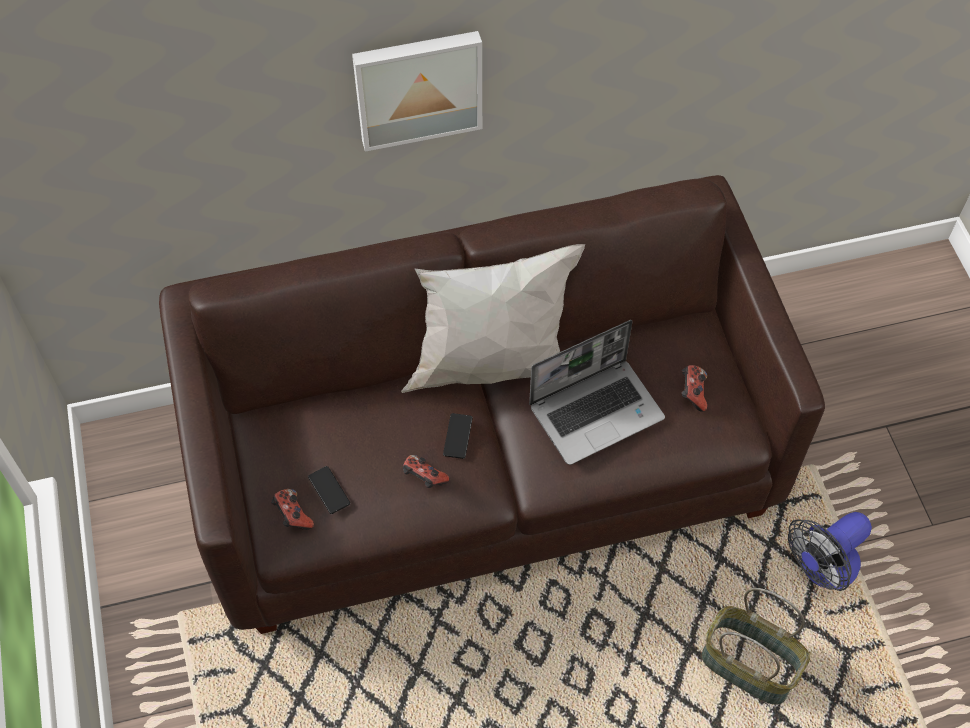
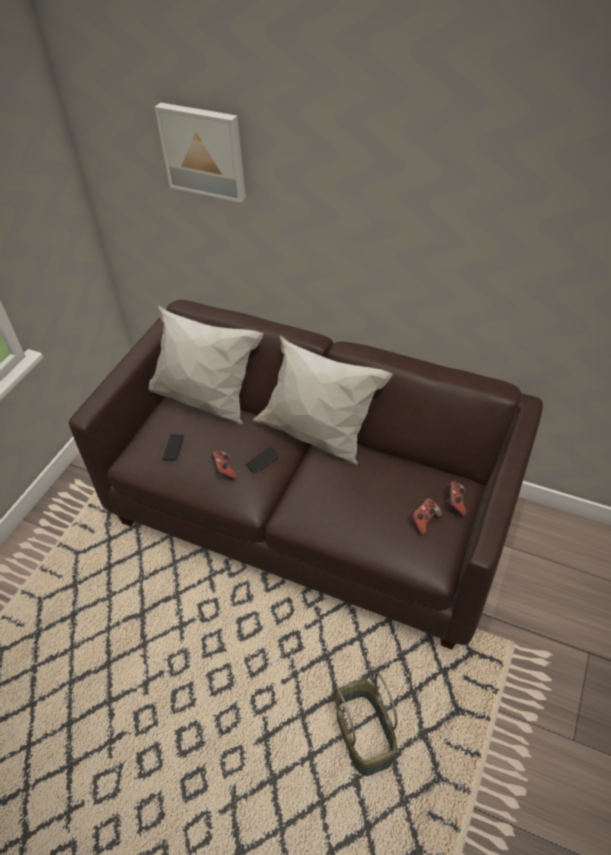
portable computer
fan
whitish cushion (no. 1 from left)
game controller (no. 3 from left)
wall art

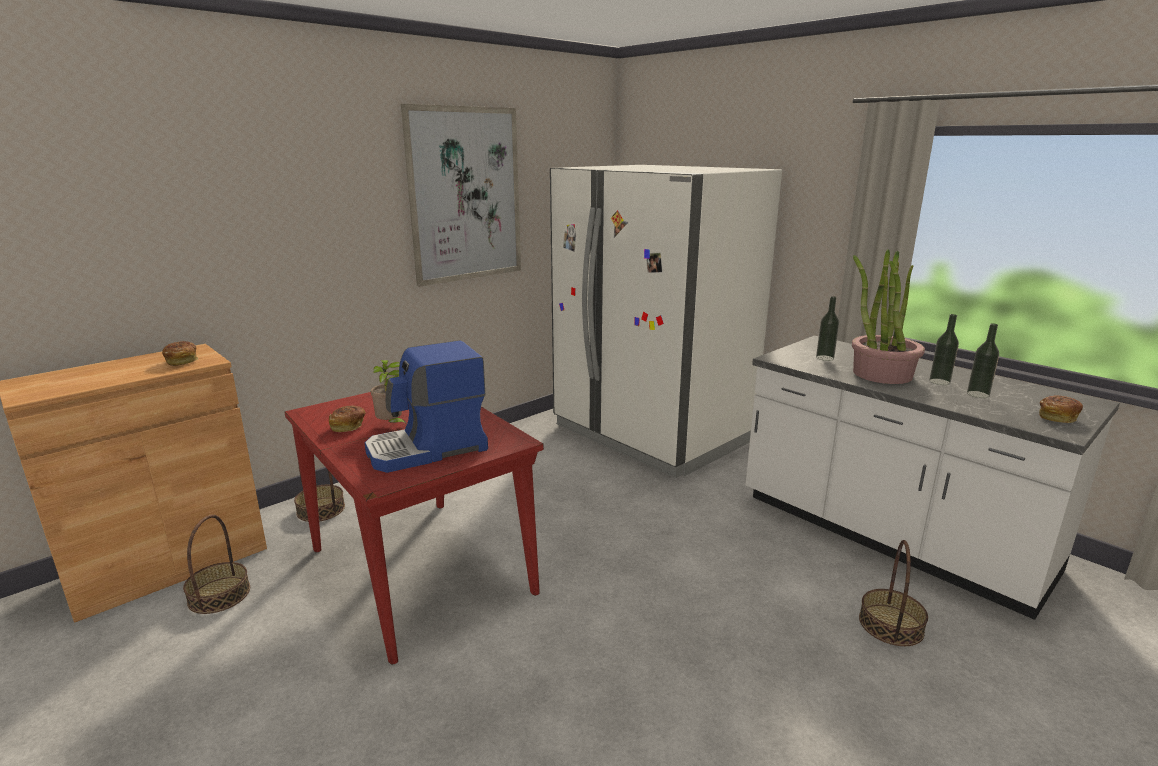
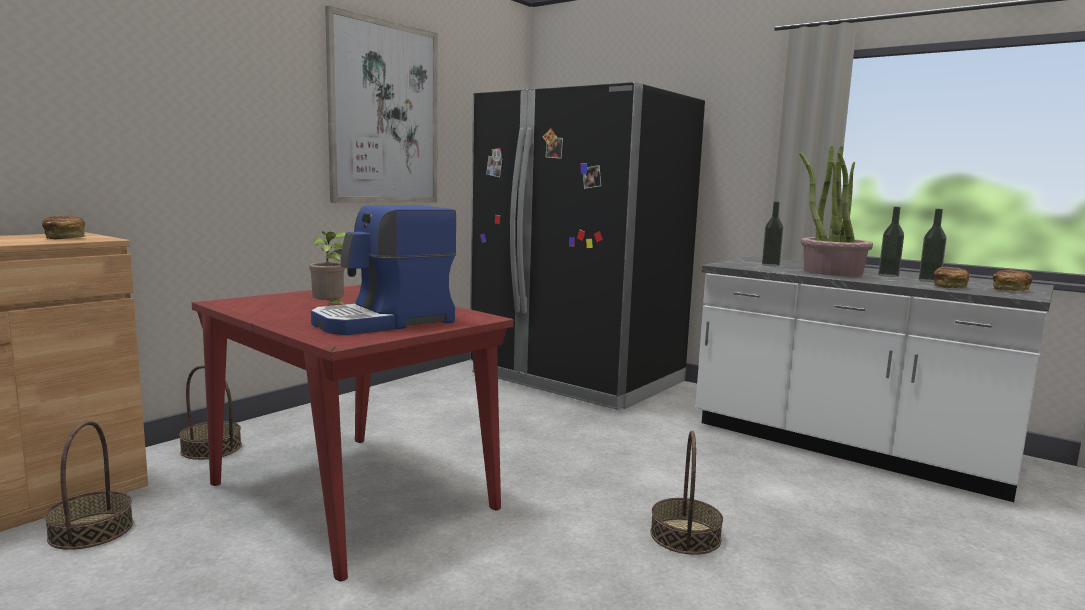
bread (no. 2 from left)
storage basket (no. 3 from left)
blackish refrigerator

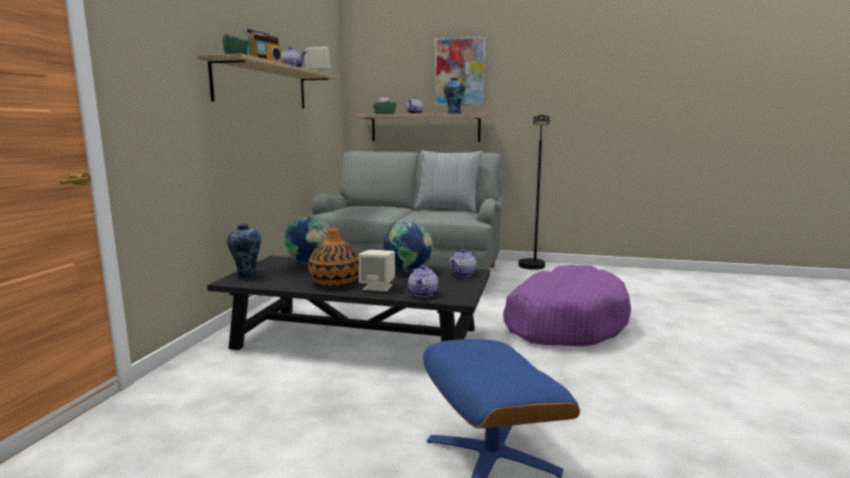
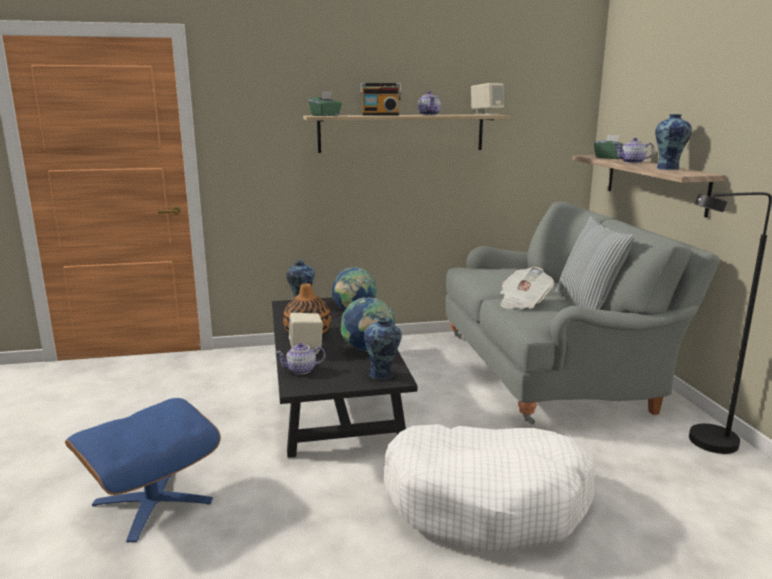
wall art
printed paper
flower vase (no. 3 from left)
whitish pet bed

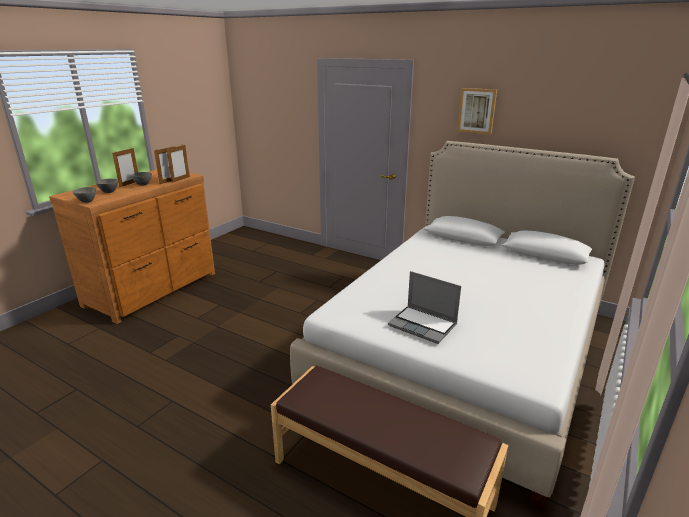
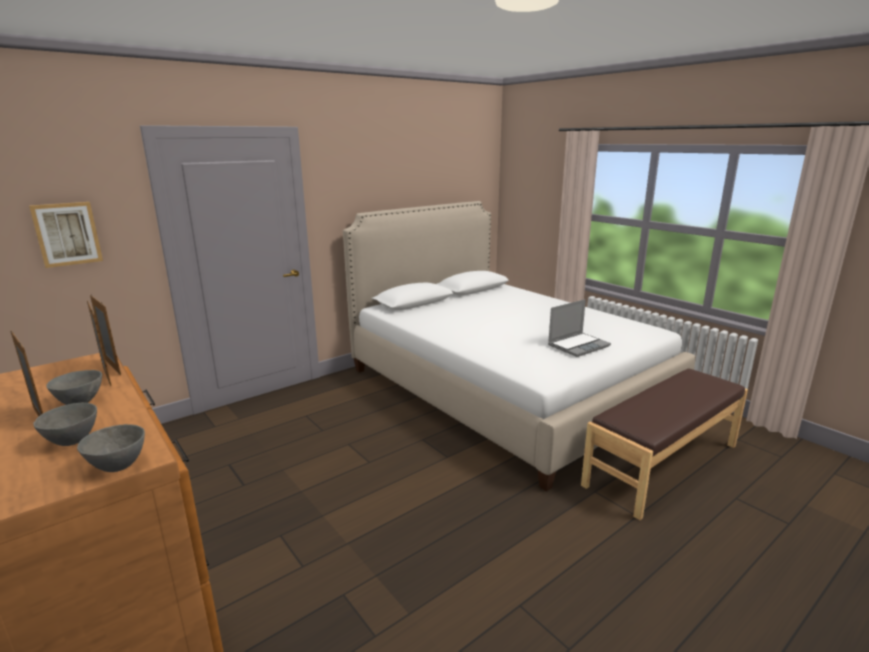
wall art

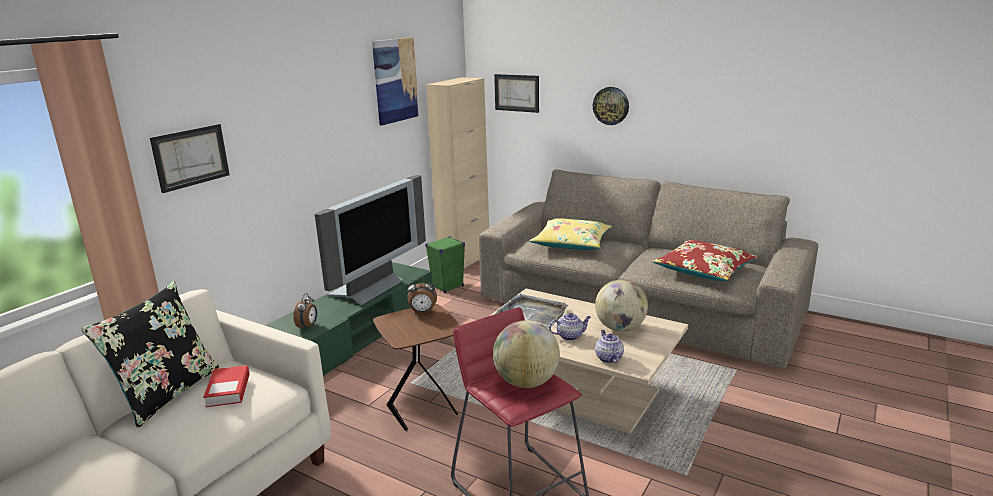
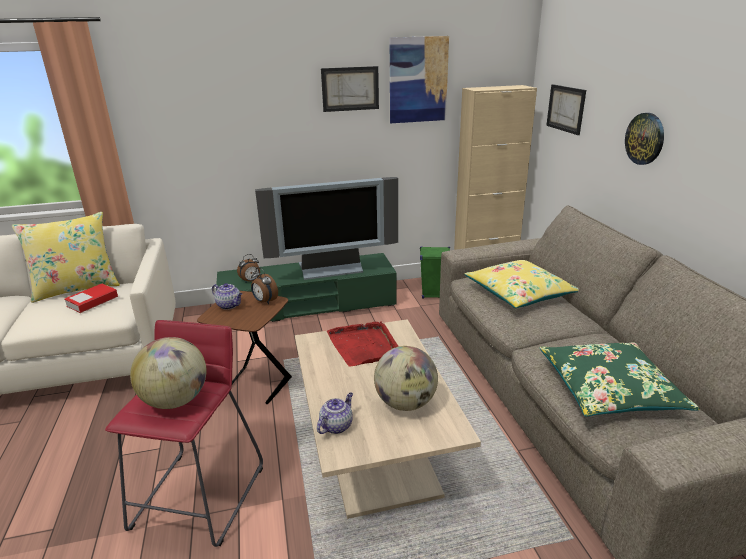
wall art (no. 1 from left)
tea pot (no. 1 from left)
yellowish cushion (no. 1 from left)
red carrying tray
green cushion

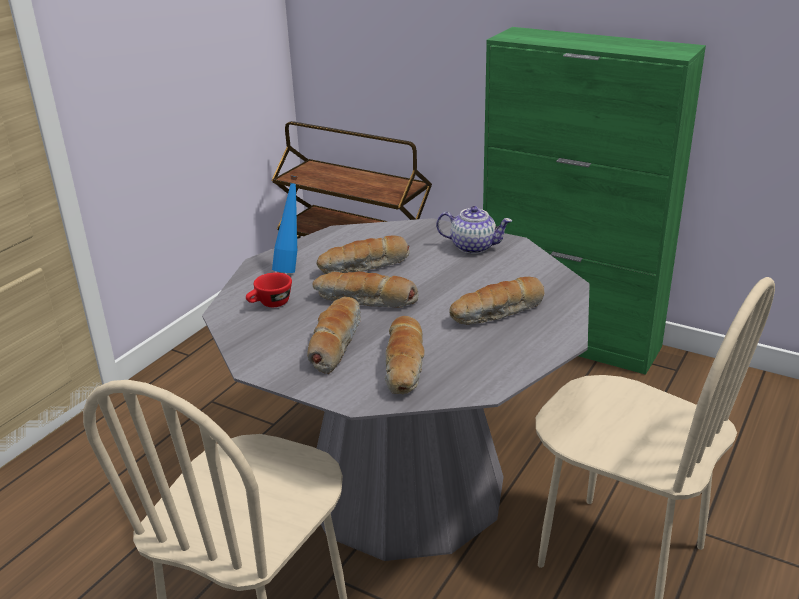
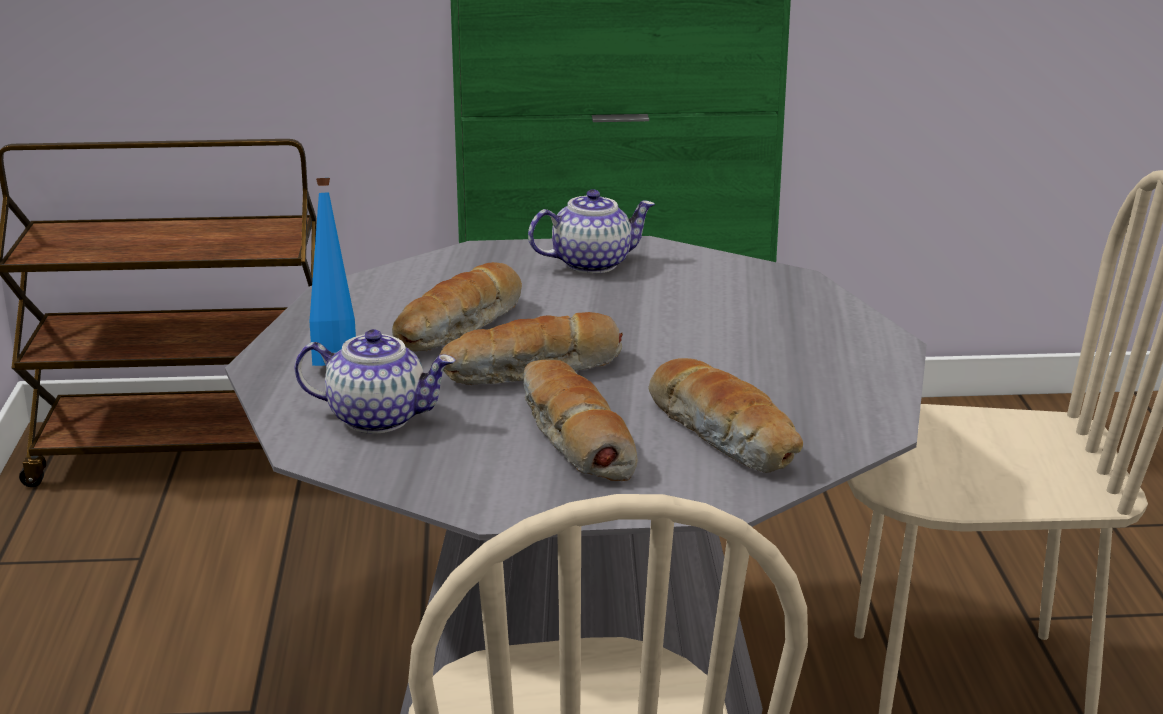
bread (no. 5 from left in the first image)
tea pot (no. 1 from left)

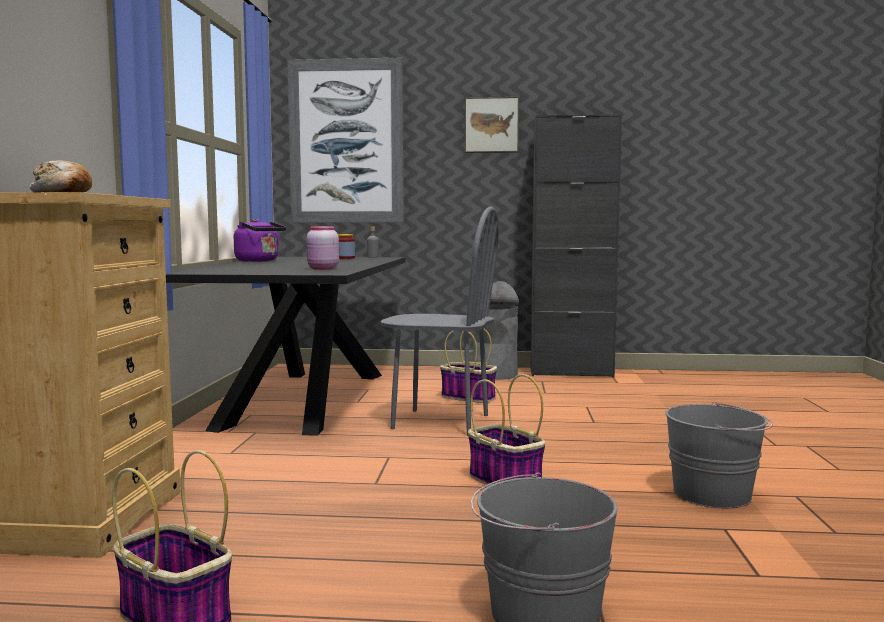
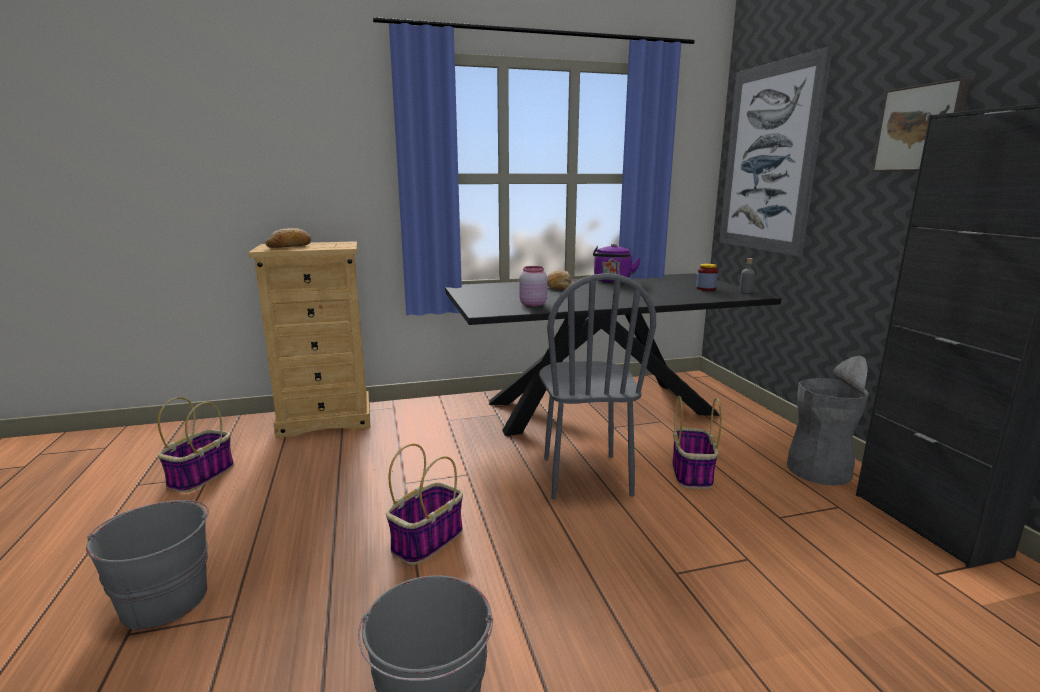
bread (no. 2 from left)

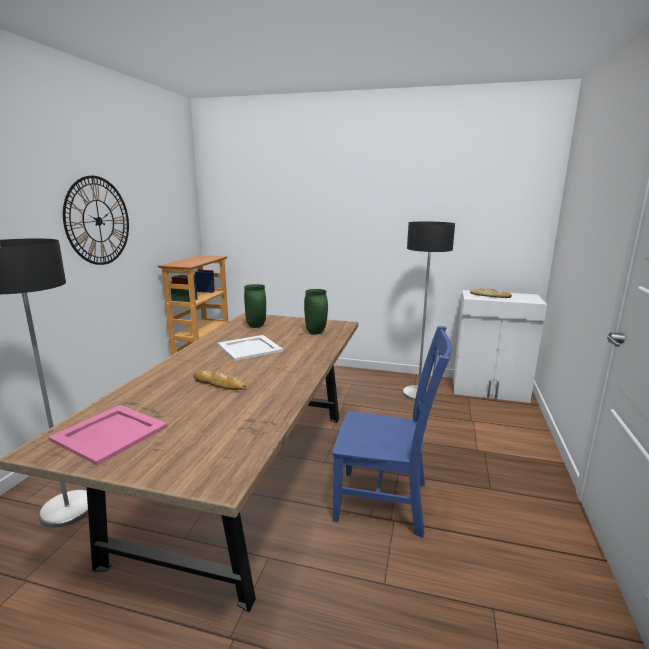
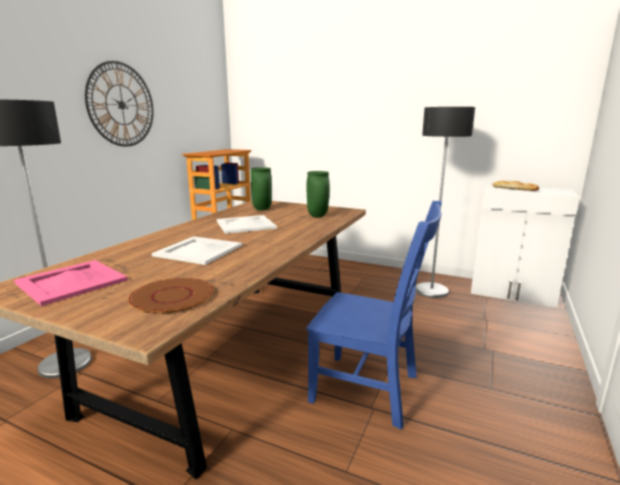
brown-coloured flat dish
whitish carrying tray (no. 1 from left)

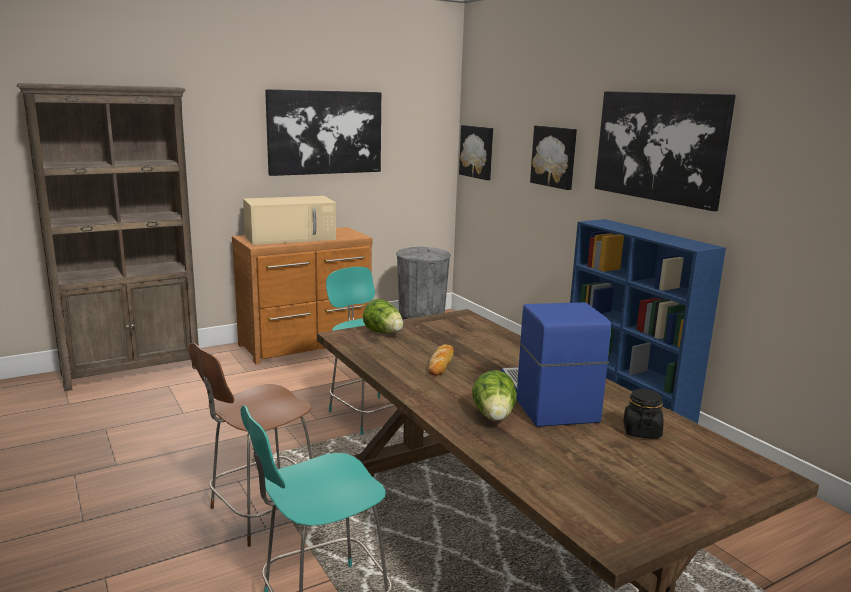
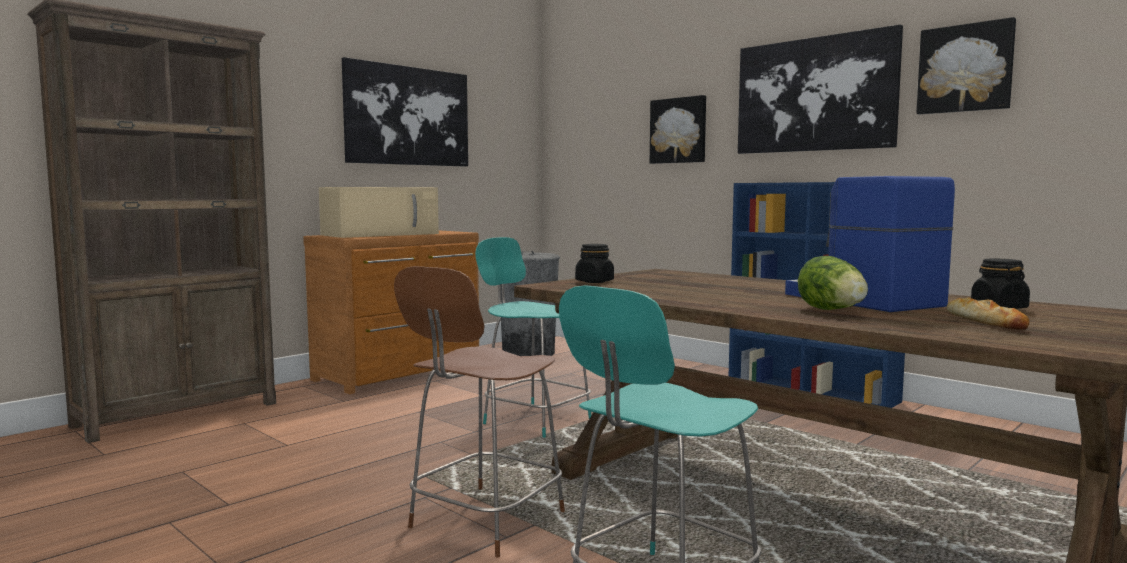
bread
wall art (no. 4 from left)
blackish preserve jar (no. 1 from left)

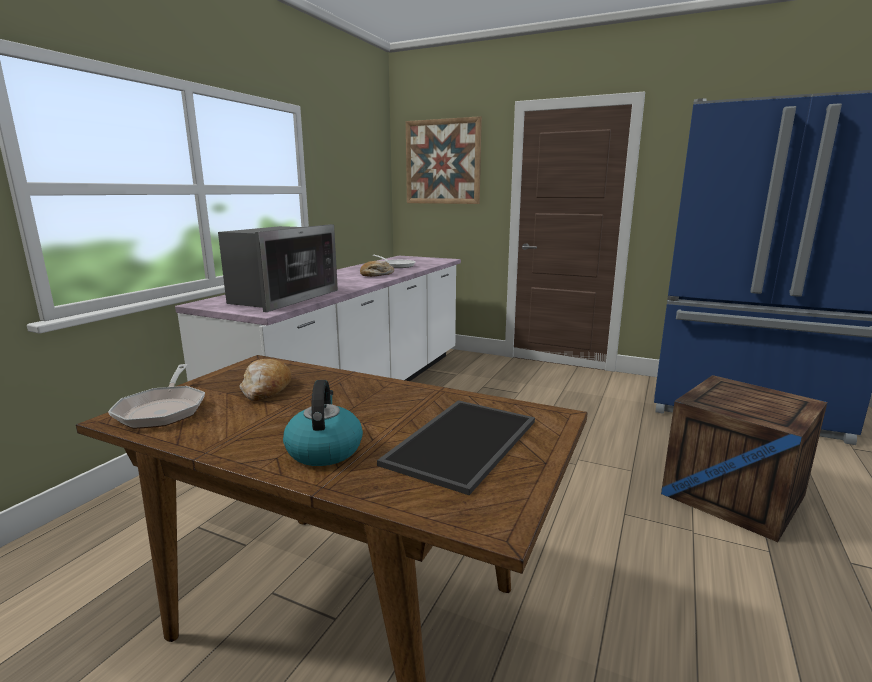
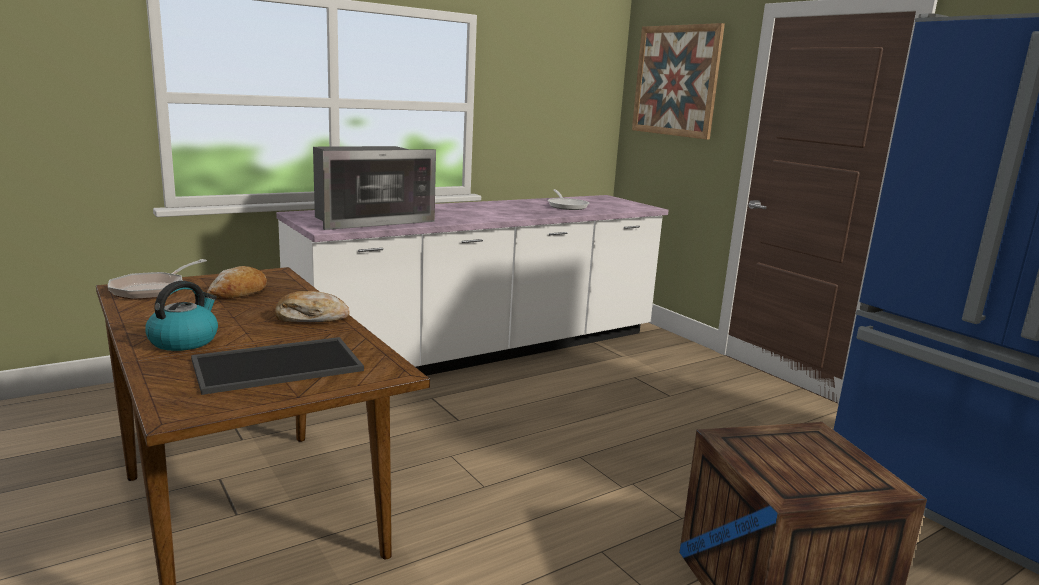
bread (no. 2 from left)

